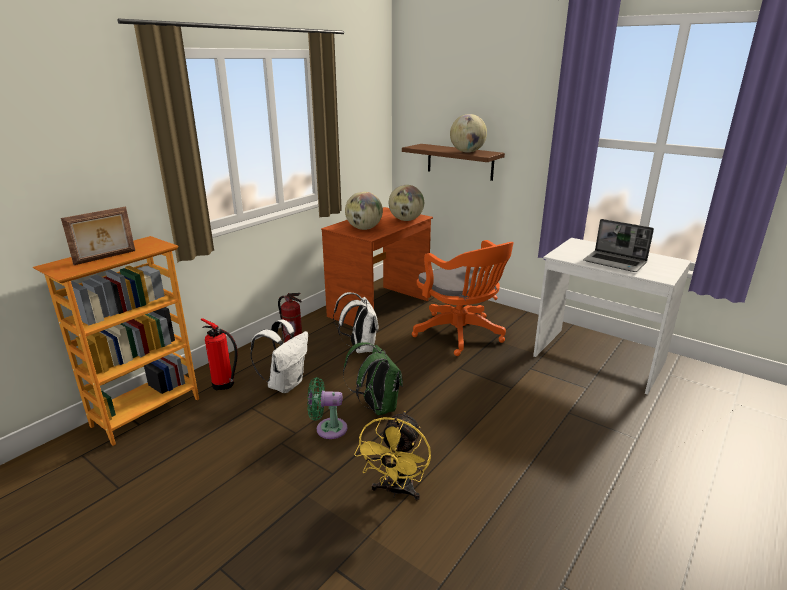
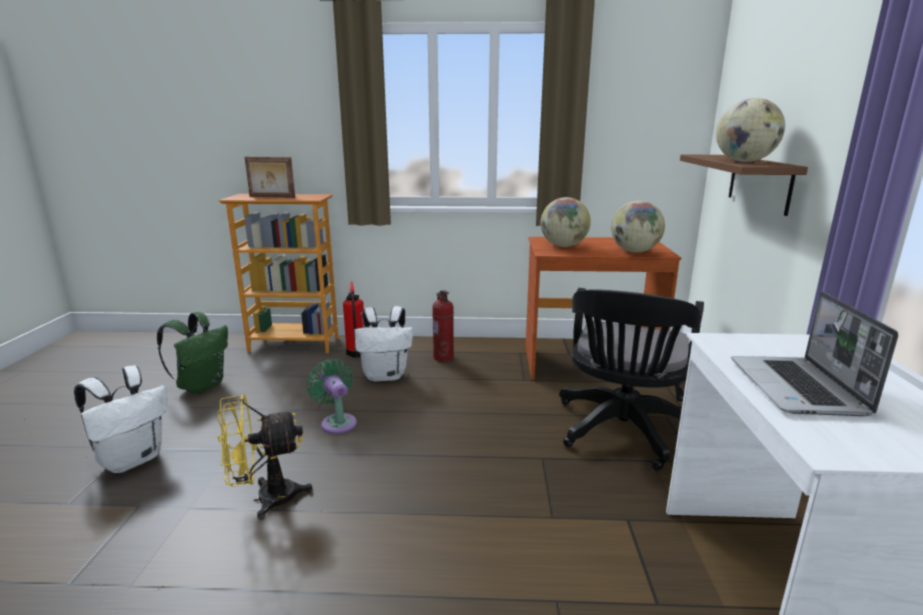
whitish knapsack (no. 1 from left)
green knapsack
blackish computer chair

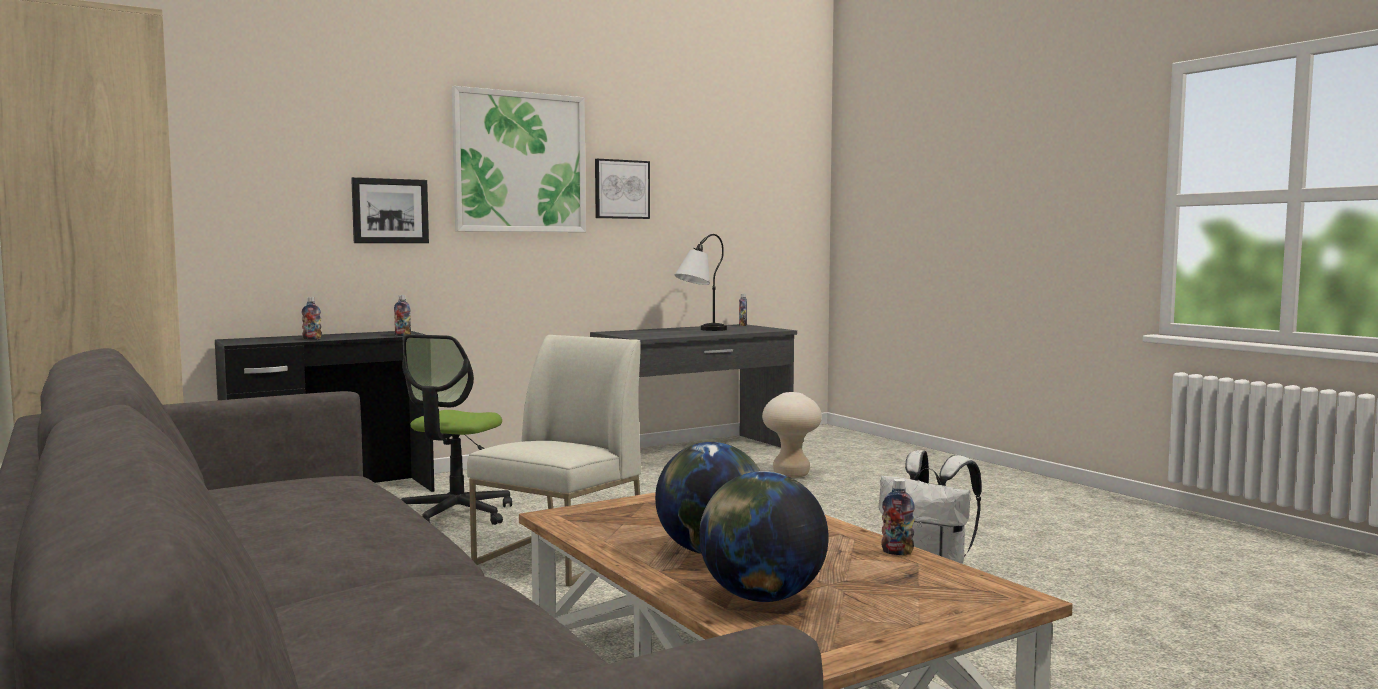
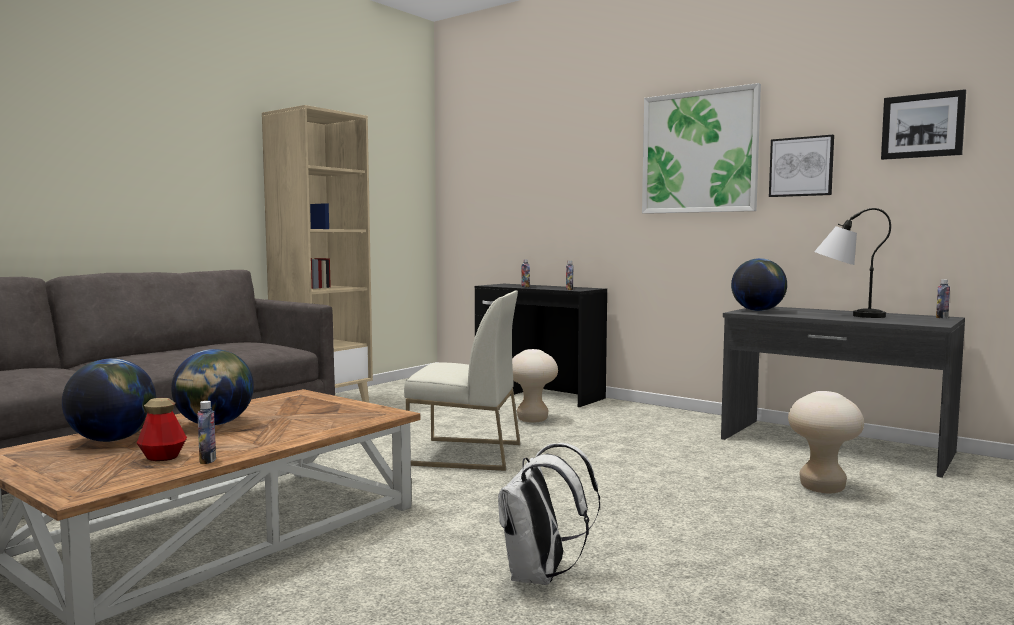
drink bottle (no. 1 from left)
desk globe (no. 3 from left)
wall art (no. 3 from left)
sand-coloured stool (no. 1 from left)

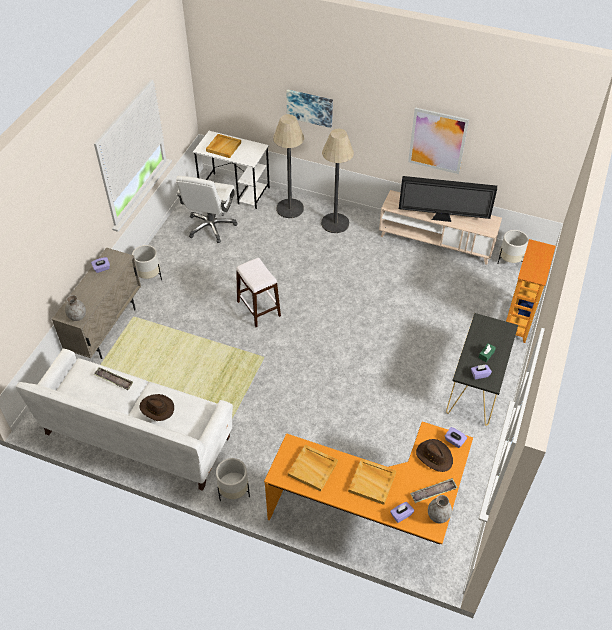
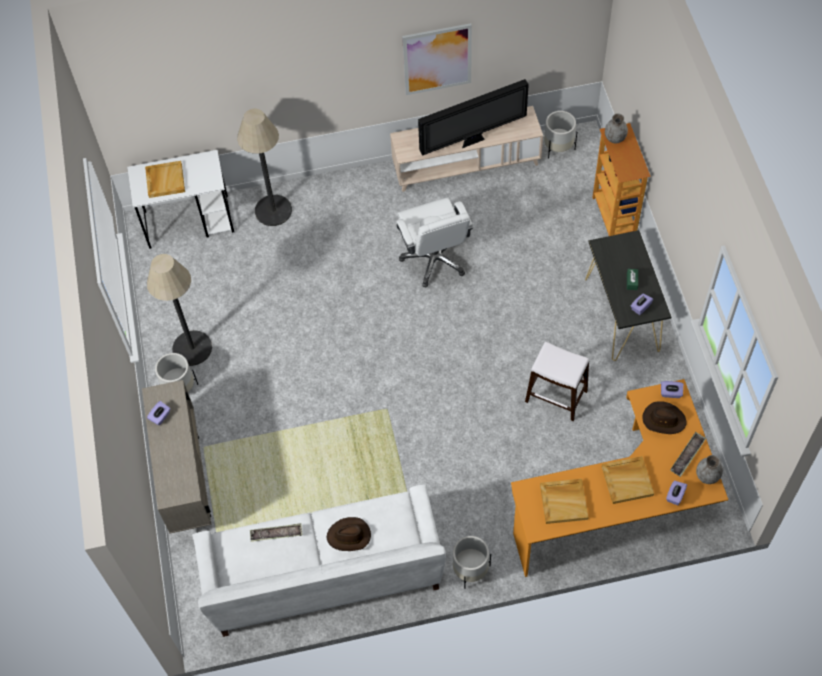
wall art (no. 1 from left in the first image)
greyish flower vase (no. 1 from left)
whitish computer chair
whitish stool
standing lamp (no. 1 from left)

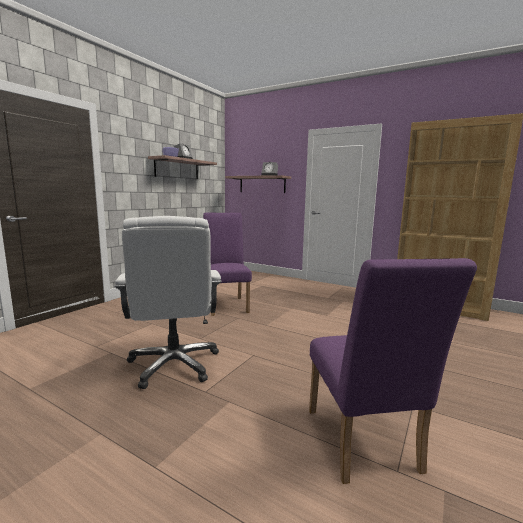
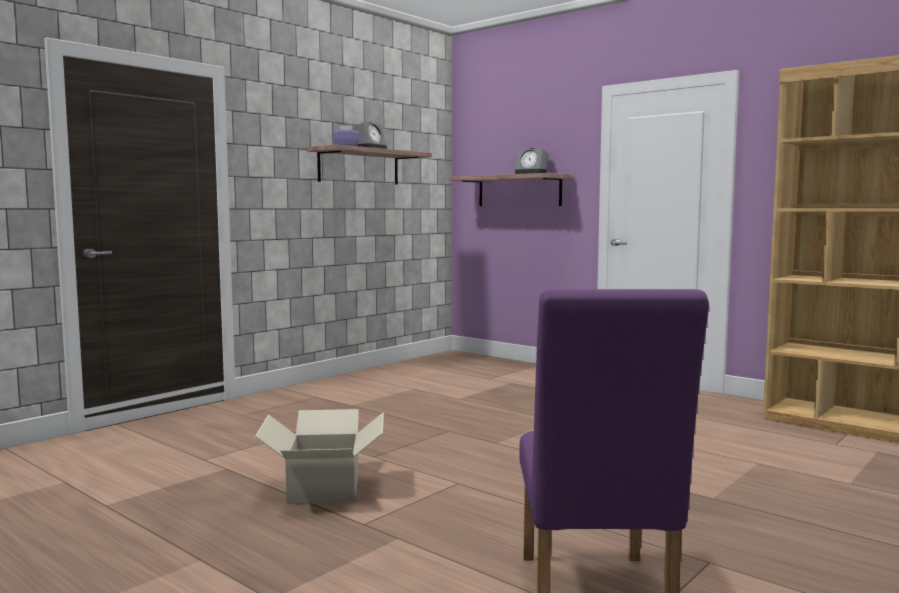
purple plain chair (no. 1 from left in the first image)
cardboard box

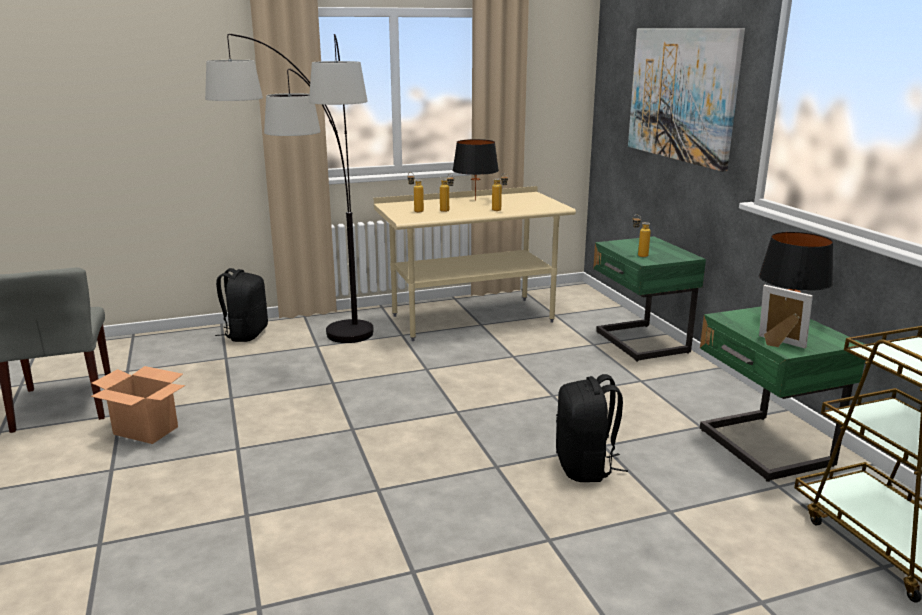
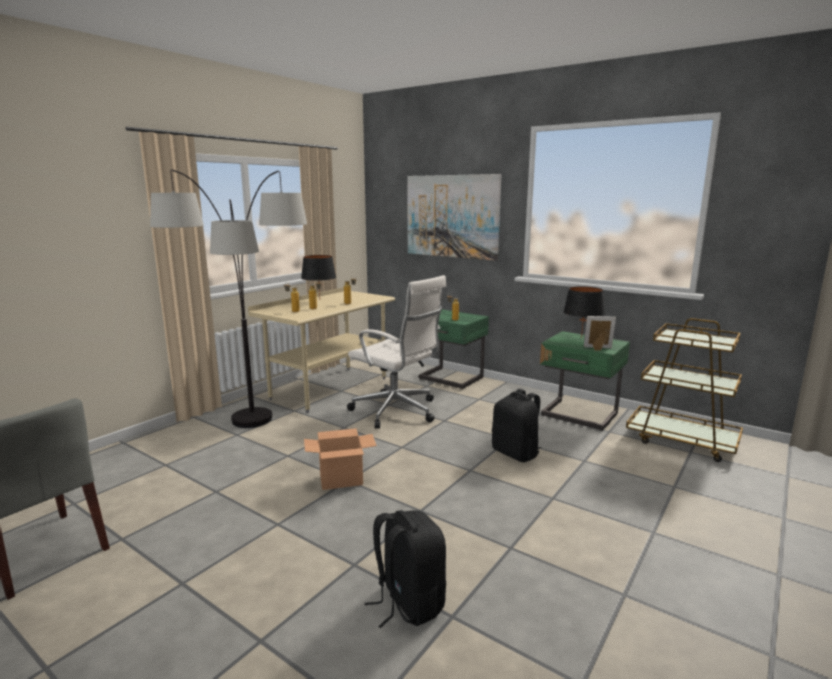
whitish computer chair
cardboard box
blackish knapsack (no. 1 from left)

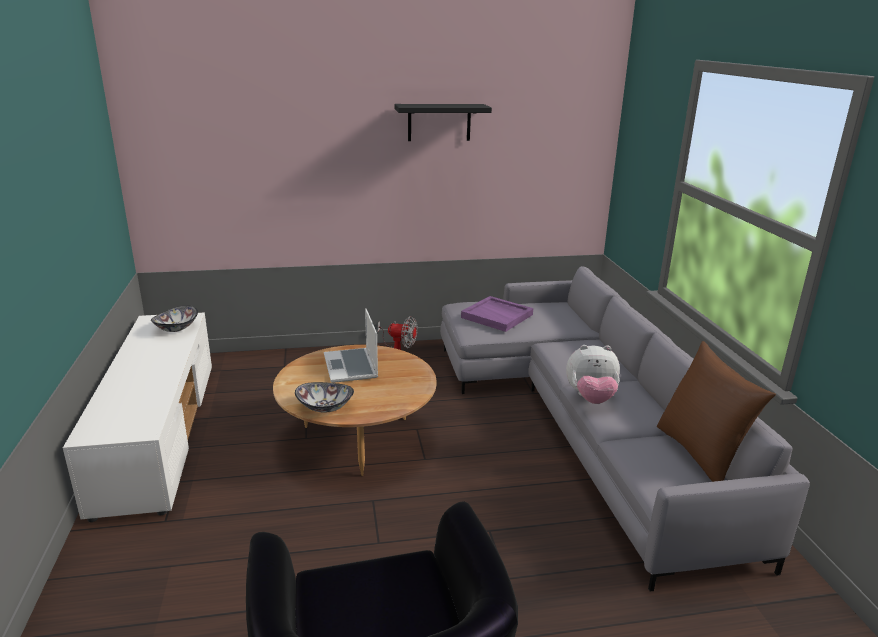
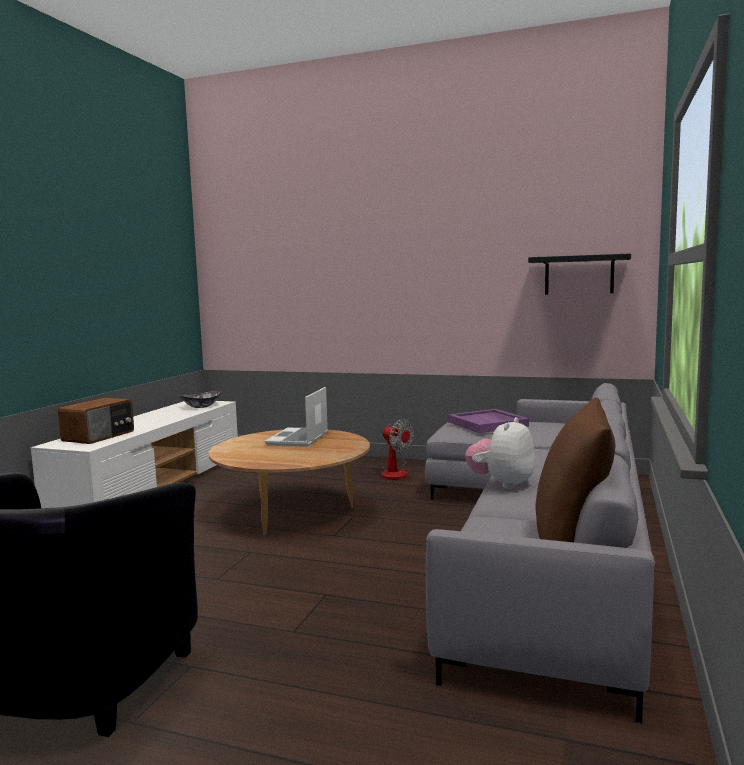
deep dish (no. 2 from left in the first image)
radio
blackish bracket shelf
plush toy

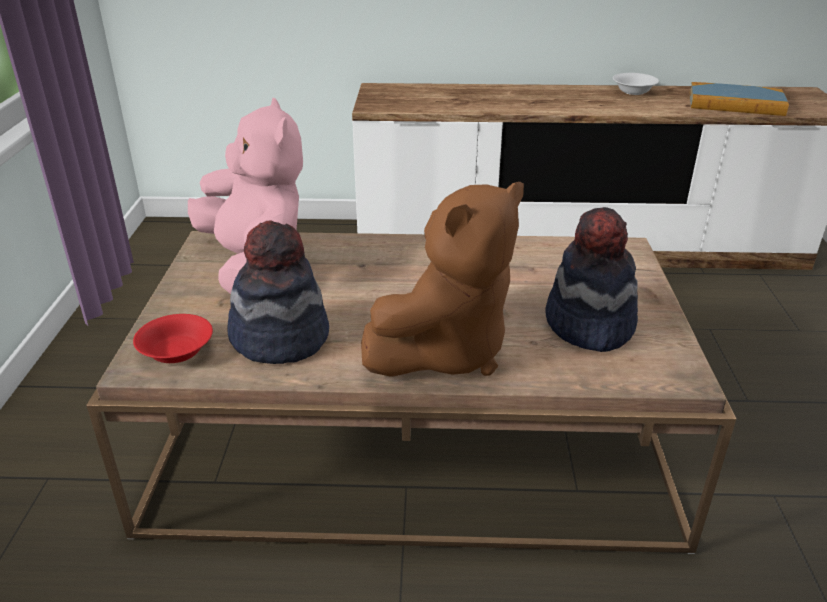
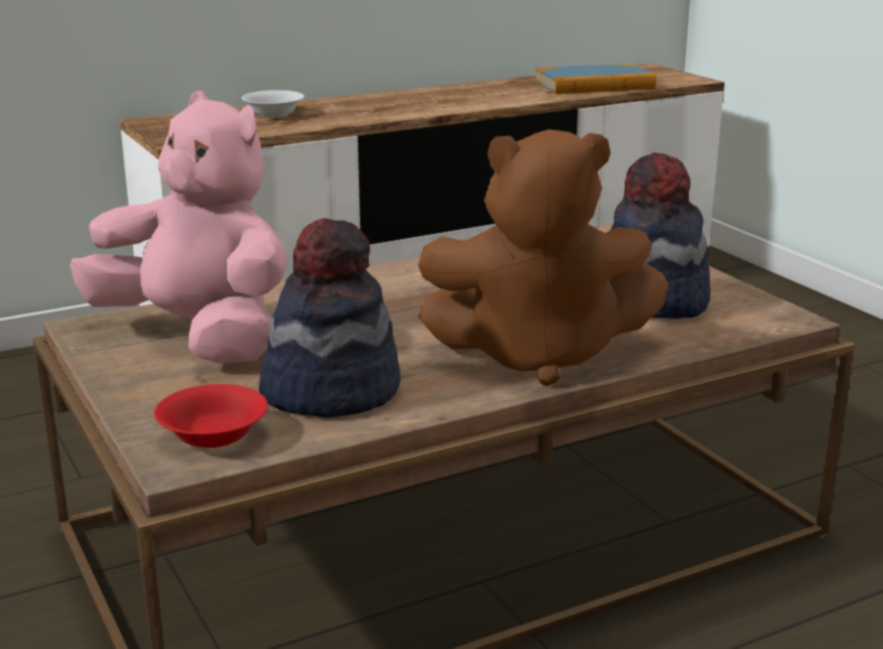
whitish deep dish
brown-coloured plush toy

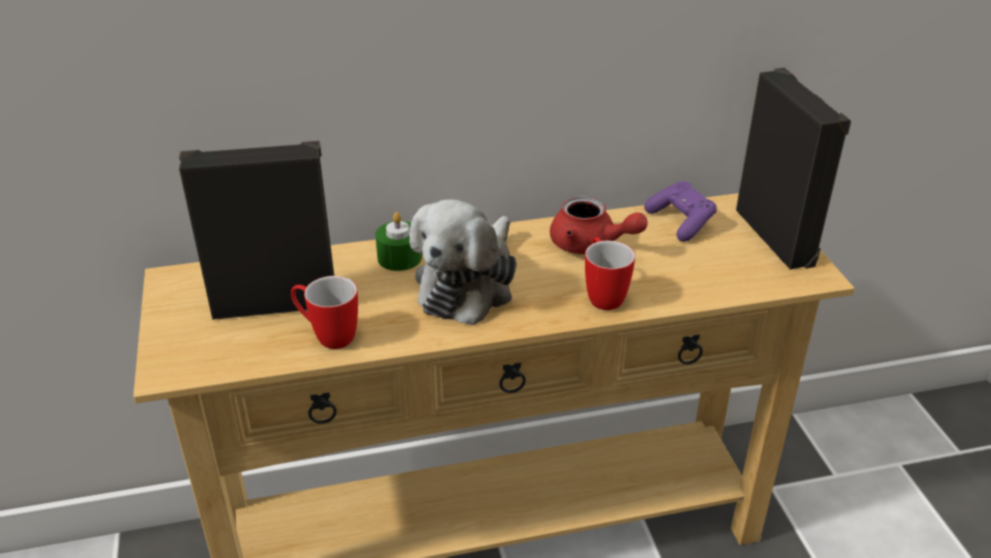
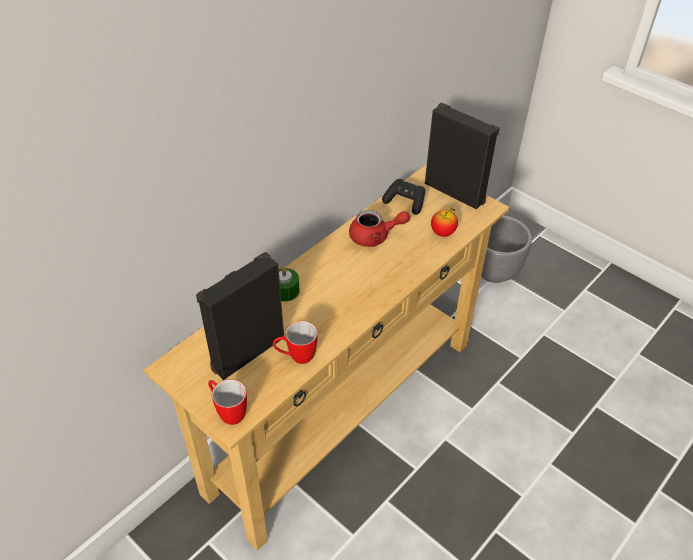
plush toy
apple fruit
greyish planter
coffee mug (no. 1 from left)
blackish game controller

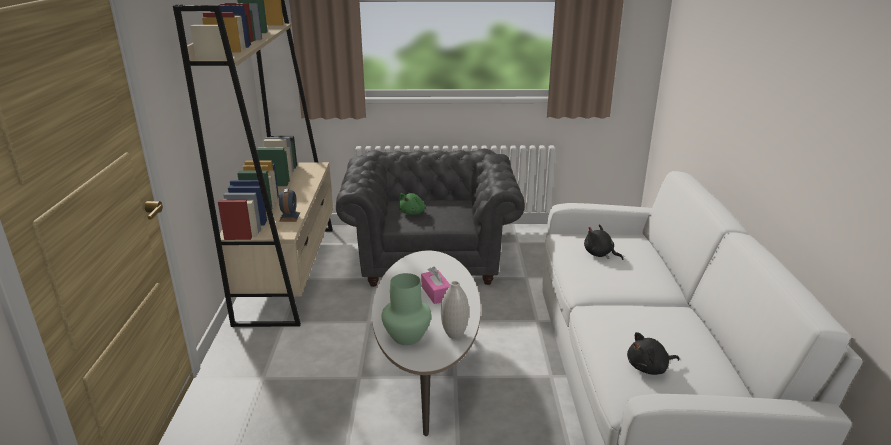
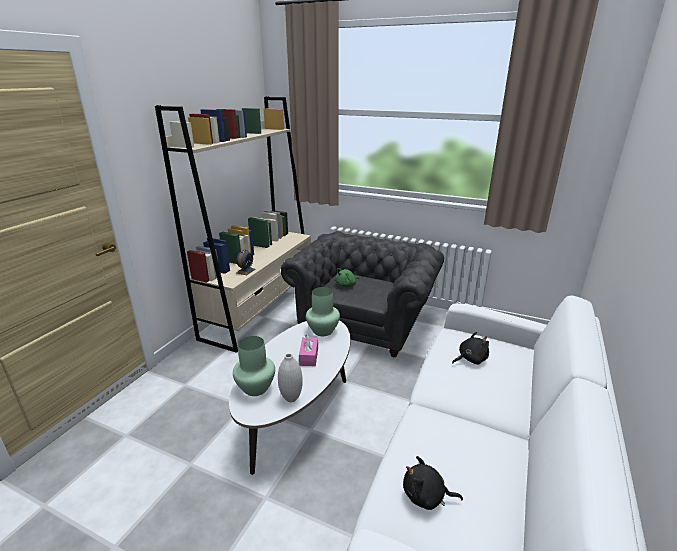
green flower vase (no. 2 from left)
blackish plush toy (no. 2 from left)

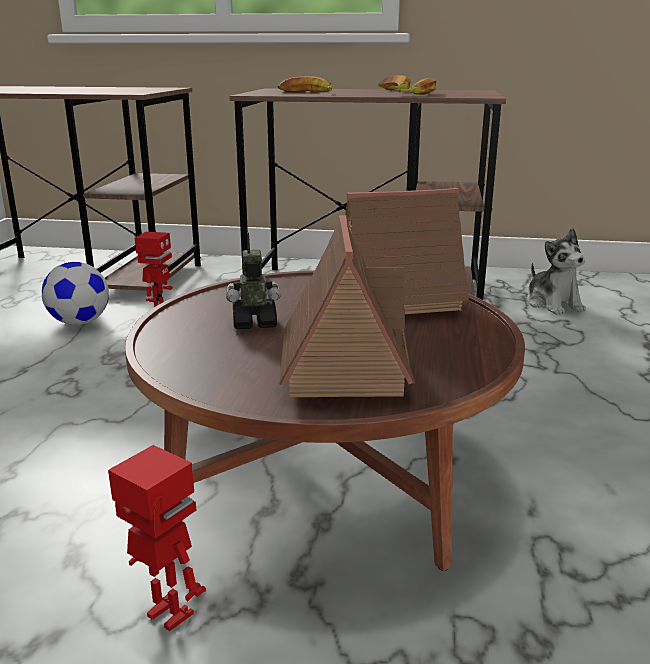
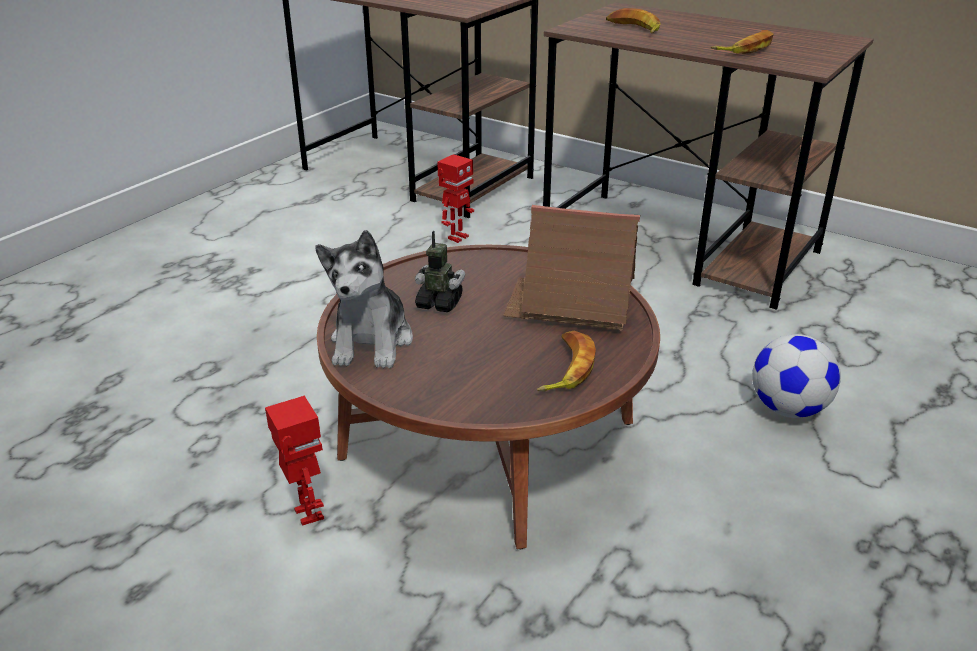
toy house (no. 1 from left in the first image)
football ball
banana fruit (no. 1 from left)
plush toy

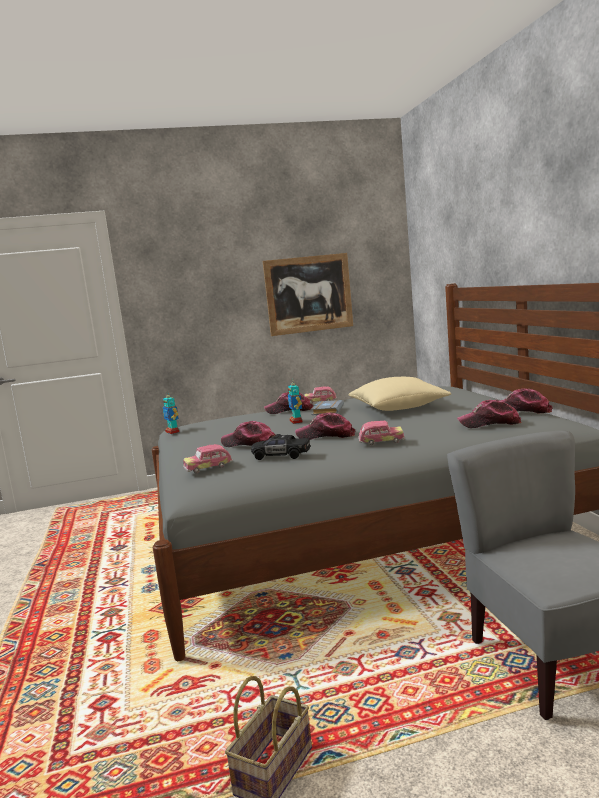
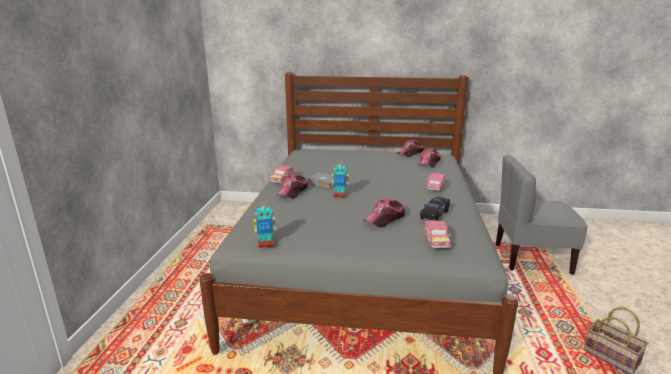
wall art
baseball cap (no. 3 from left in the first image)
sand-coloured cushion

